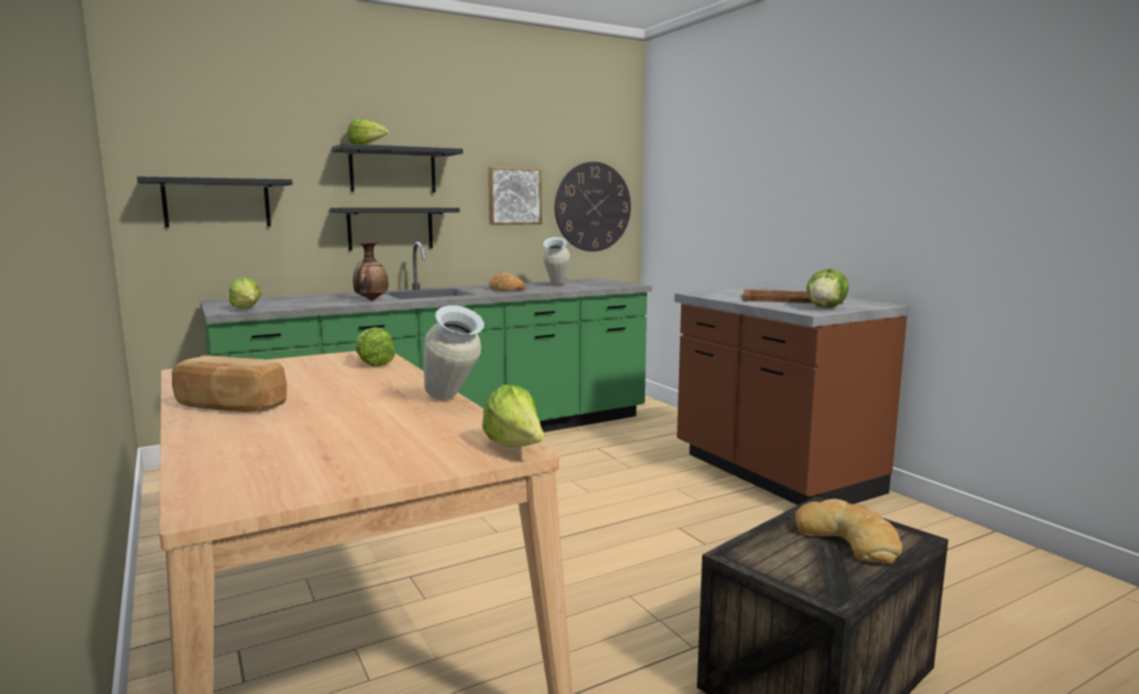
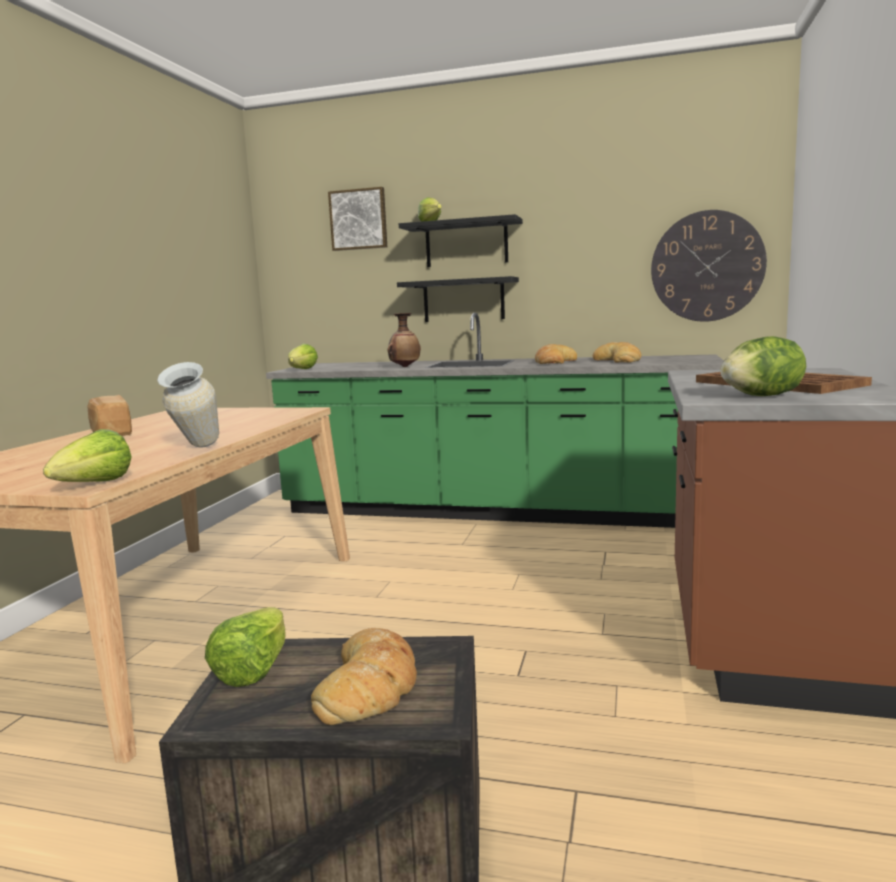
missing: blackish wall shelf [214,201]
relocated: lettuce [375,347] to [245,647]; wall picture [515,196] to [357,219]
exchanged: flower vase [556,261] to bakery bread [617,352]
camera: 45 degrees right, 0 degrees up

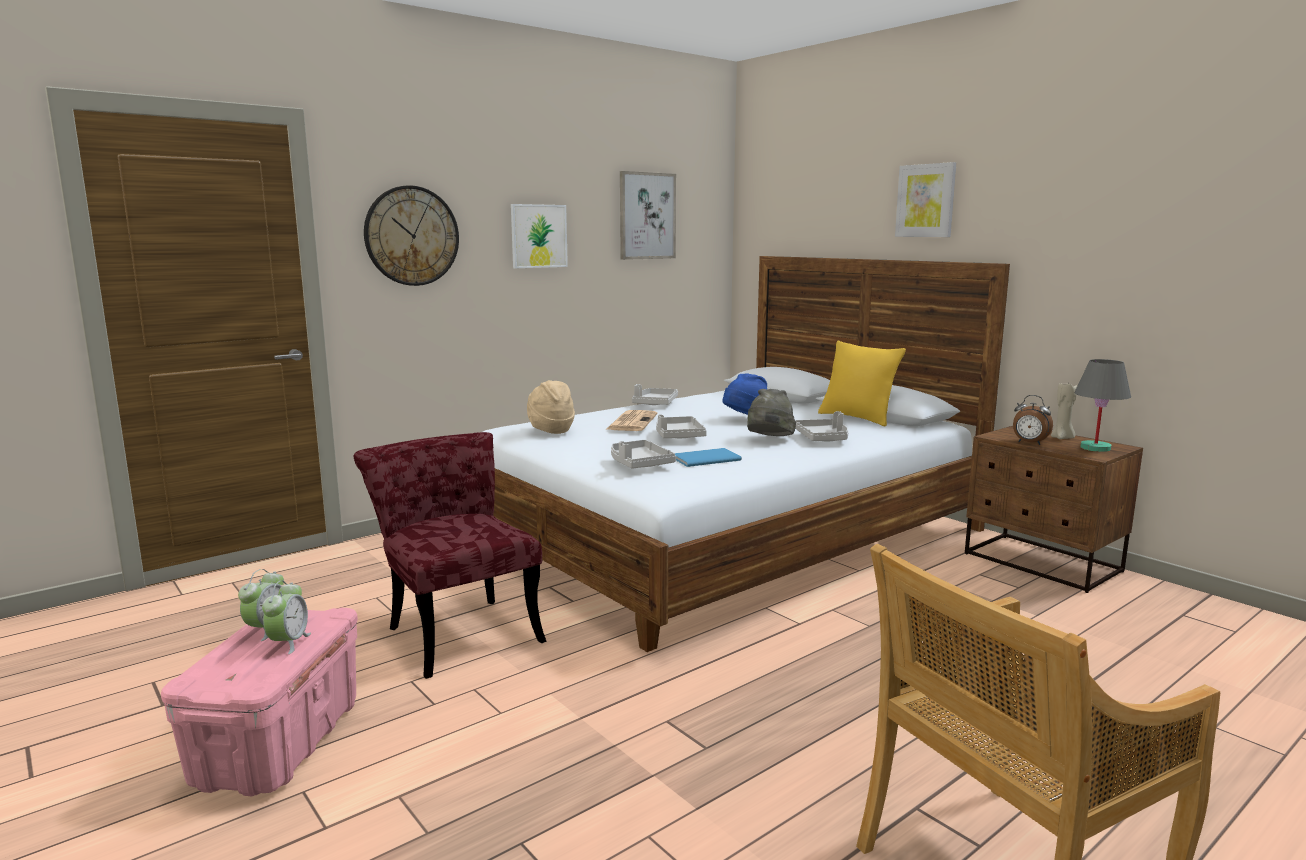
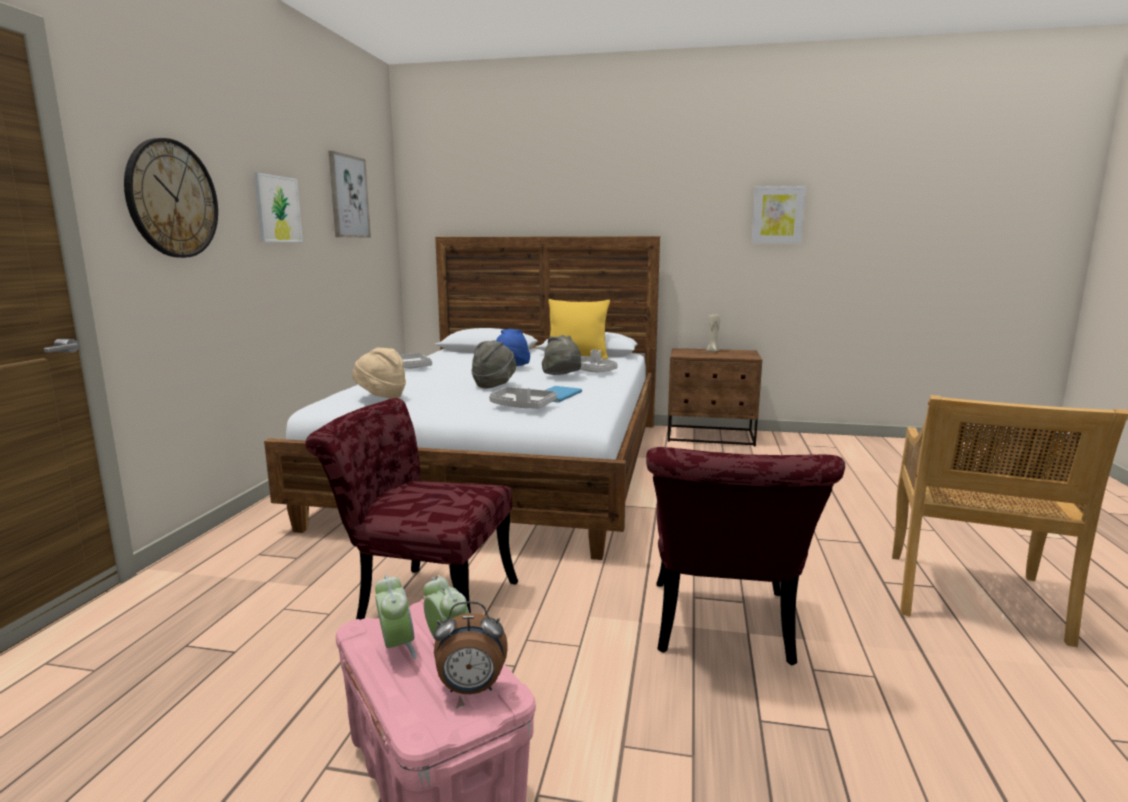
missing: newspaper [632,420]; grey lamp for a table [1102,405]
appeared: red upright chair [745,556]
relocated: wall picture [925,199] to [778,215]; bedside clock [1033,420] to [471,647]
exchanged: grey tray [681,426] to grey hat [493,364]
camera: 40 degrees left, 0 degrees up

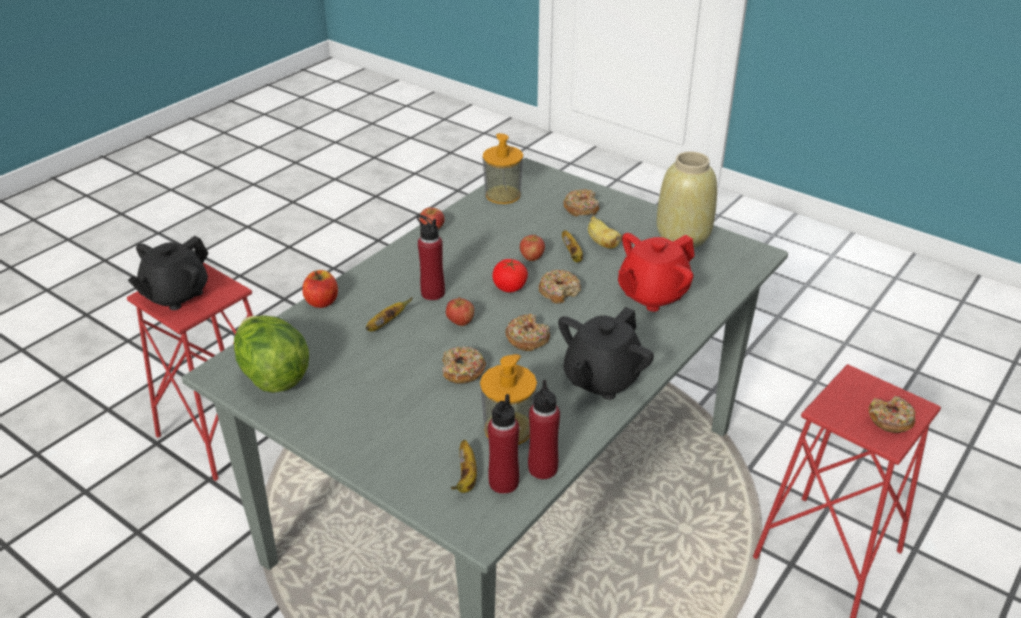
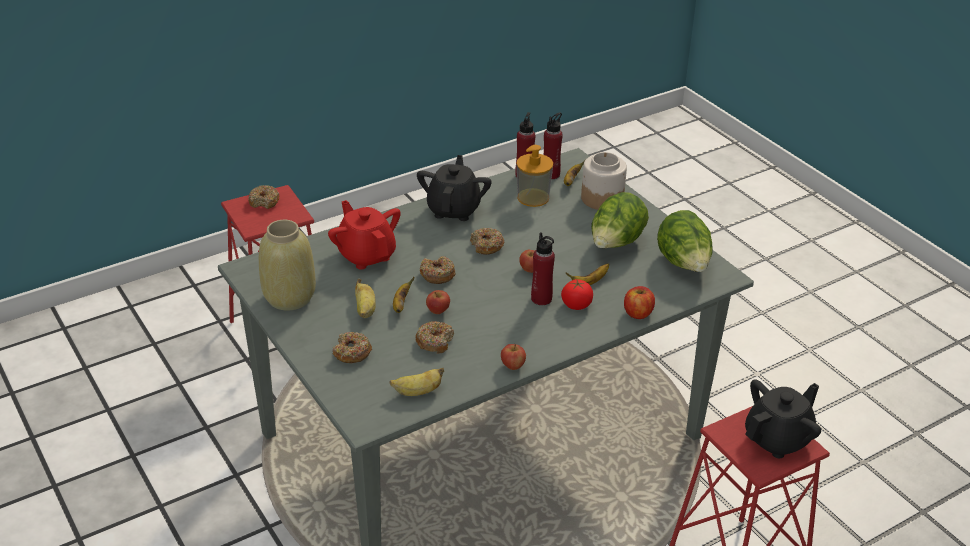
appeared: jar [604,181]; lettuce [620,220]
relocated: doughnut [464,365] to [434,337]; fresh tomato [510,275] to [577,294]
exchanged: liquid soap bottle [503,168] to banana [417,382]
spun: blackish pot for tea [606,353] = [454,188] 45 degrees counterclockwise; red pot for tea [656,272] = [364,235] 105 degrees counterclockwise
camera: 160 degrees left, 0 degrees up

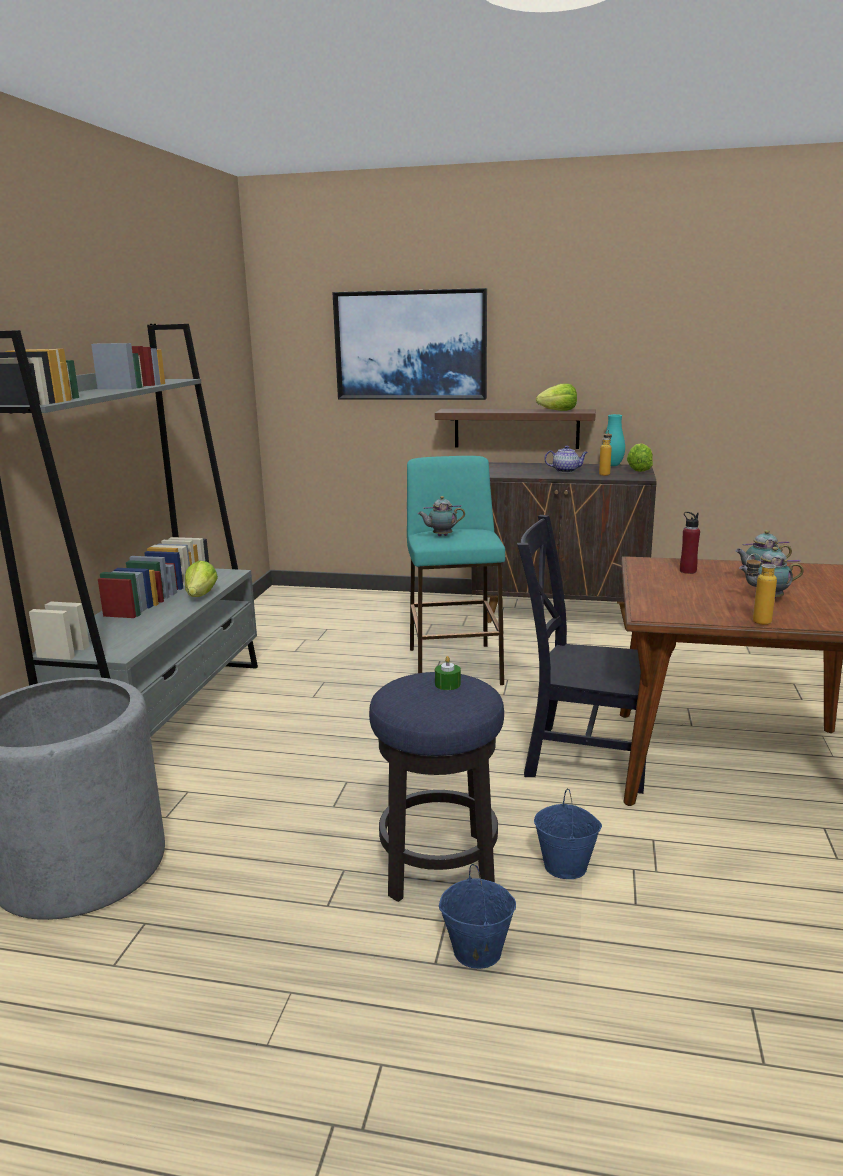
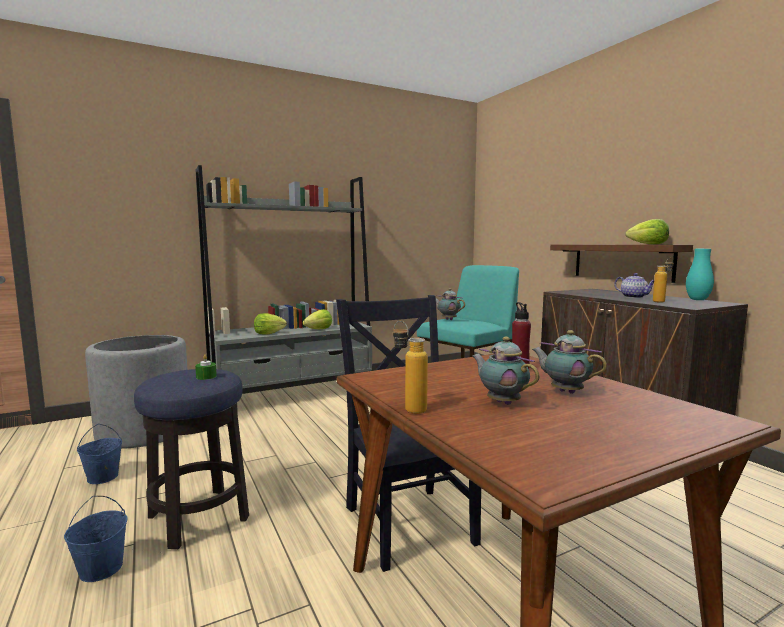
missing: wall picture [409,344]
relocated: bluish pail [568,834] to [99,454]; lettuce [640,457] to [270,323]
camera: 50 degrees right, 10 degrees down

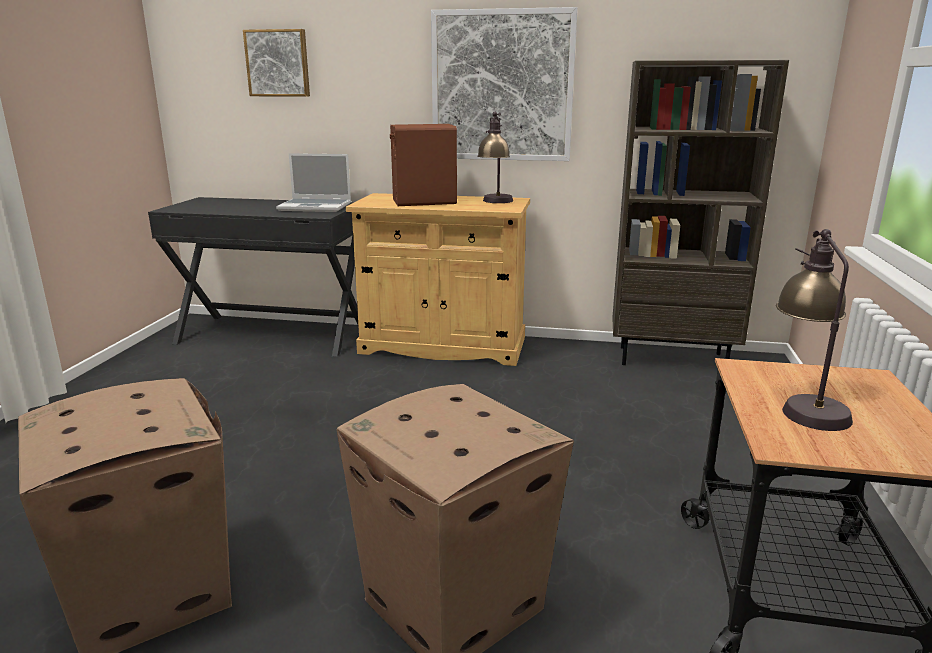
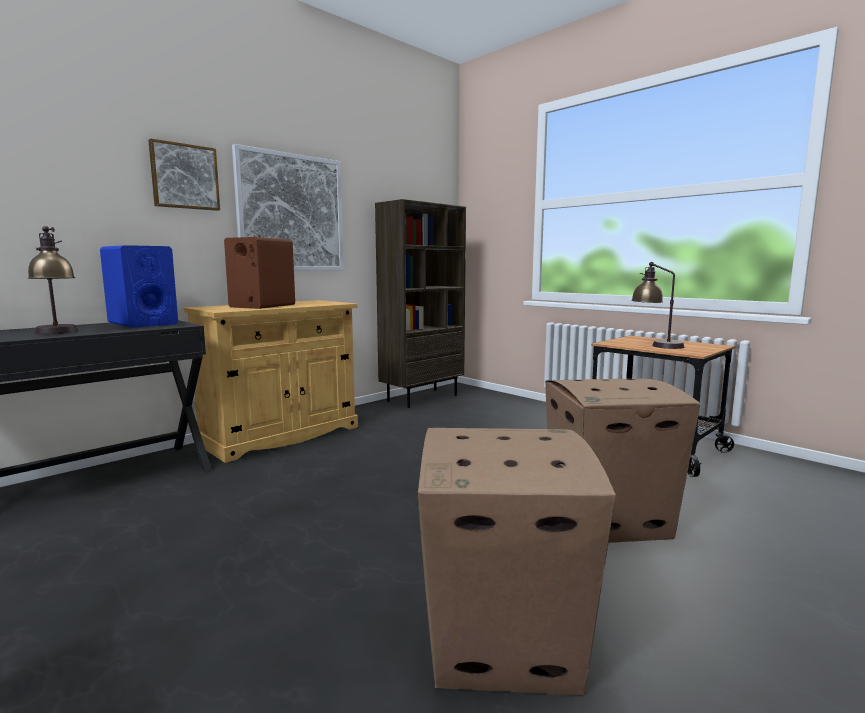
relocated: wall picture [276,63] to [184,175]; lamp for a table [495,157] to [53,280]
exchanged: notebook computer [313,182] to bluish audio speaker [139,286]
camera: 55 degrees left, 10 degrees down

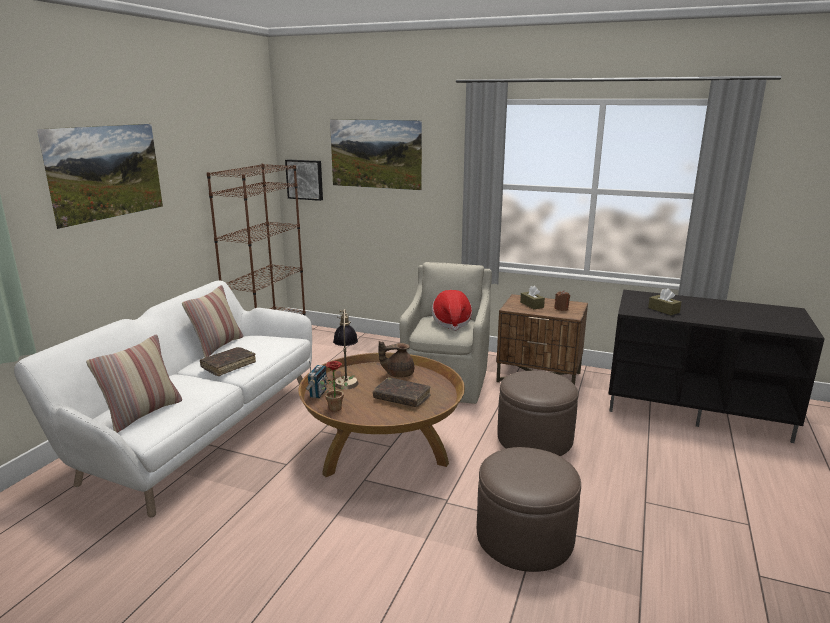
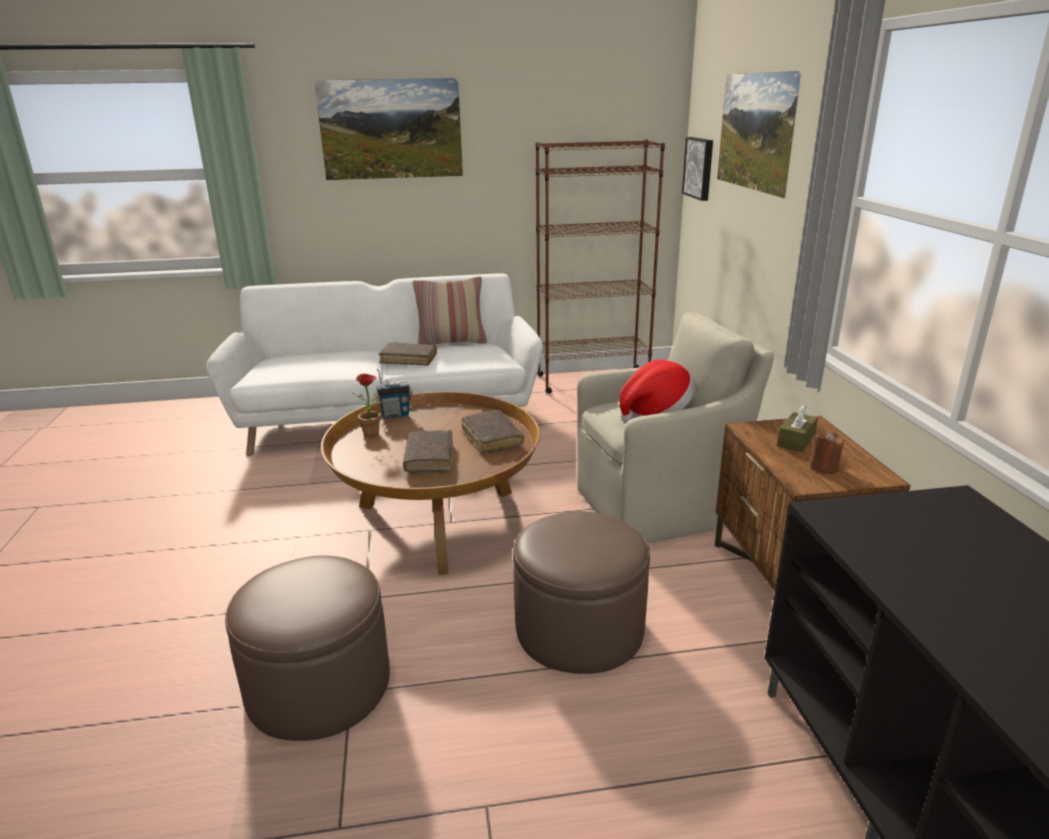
missing: pillow [134,384]; lamp for a table [345,349]; brown-coloured tissue box [664,301]
exchanged: brown-coloured pot for tea [396,359] to brown-coloured book [493,432]
camera: 60 degrees right, 5 degrees up

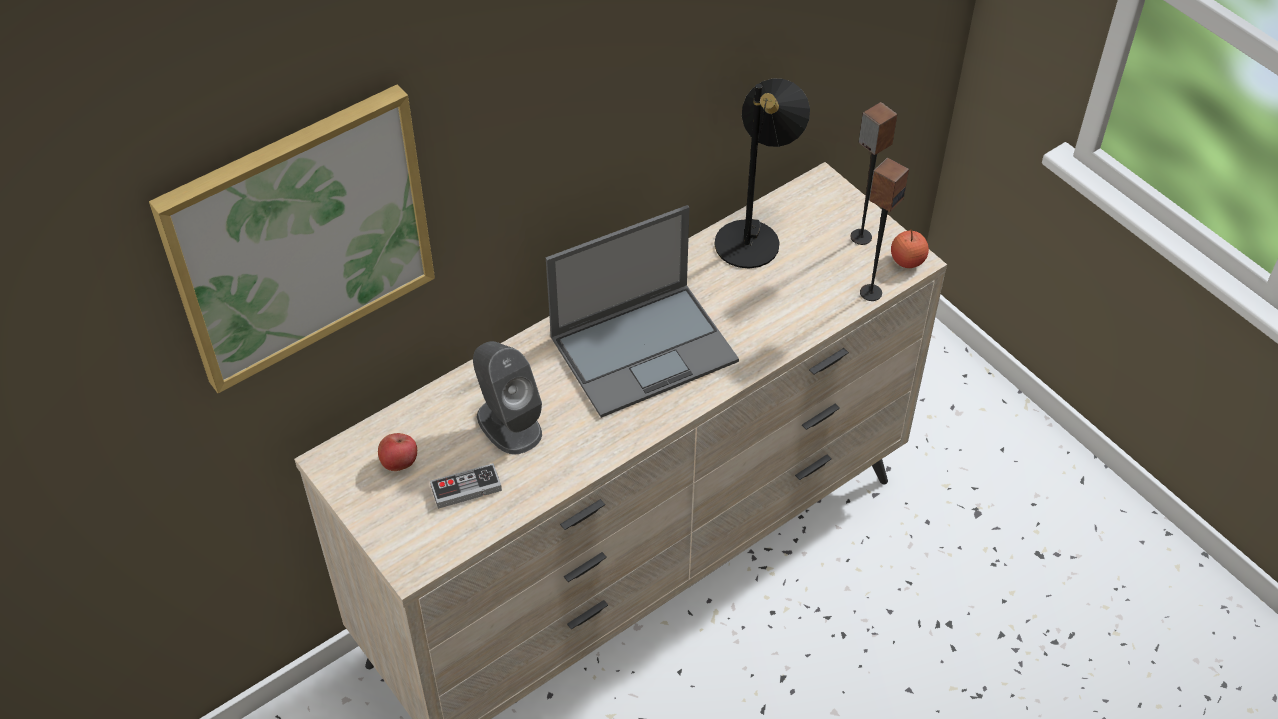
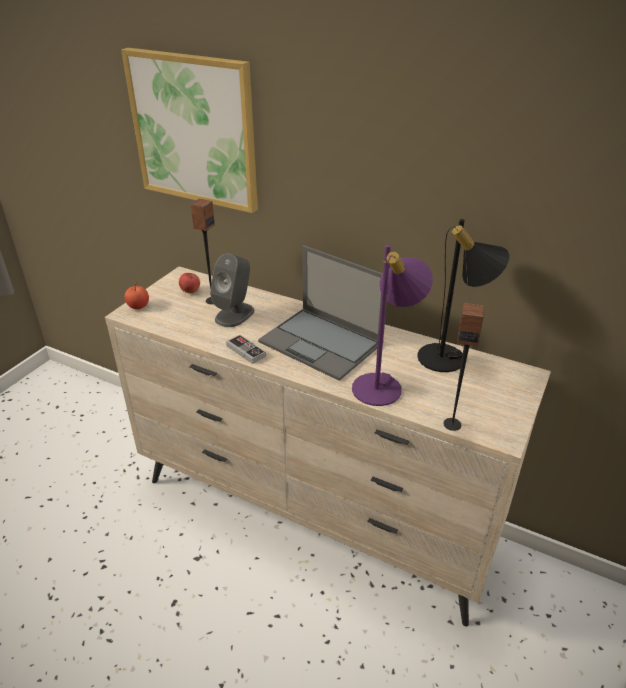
appeared: purple lamp for a table [392,325]
relocated: game controller [466,486] to [246,349]; audio speaker [874,173] to [202,251]; apple fruit [910,248] to [137,296]
camera: 65 degrees right, 15 degrees down

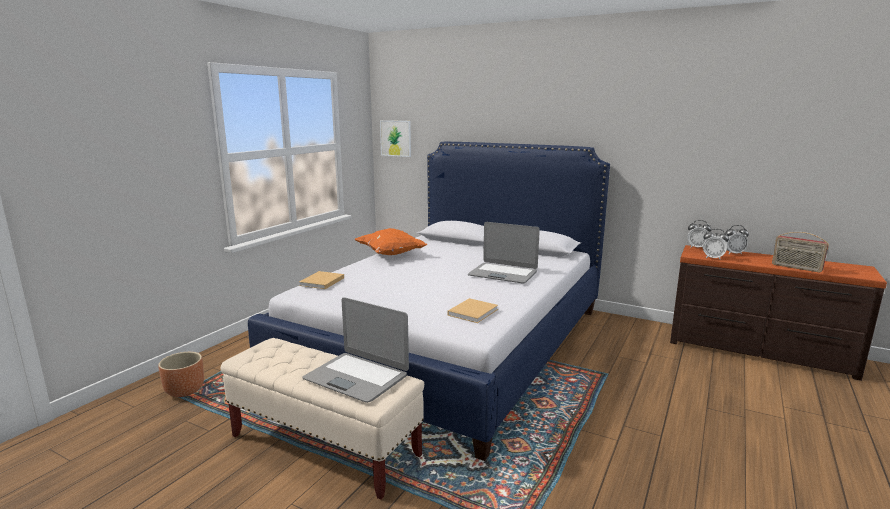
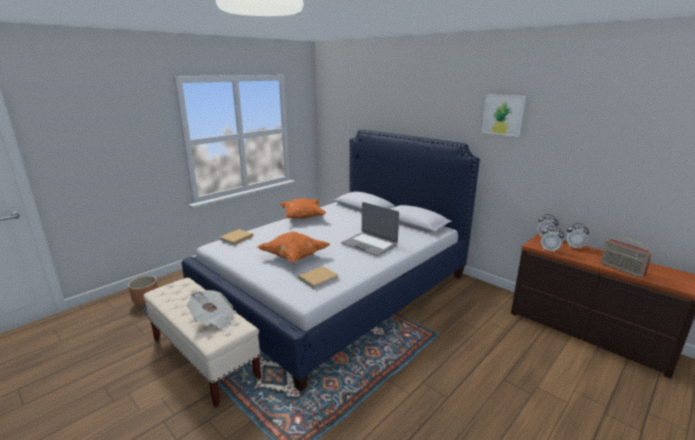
appeared: orange pillow [294,247]
relocated: wall picture [395,138] to [504,115]
exchanged: notebook computer [355,350] to newspaper [211,310]
camera: 15 degrees right, 5 degrees up

